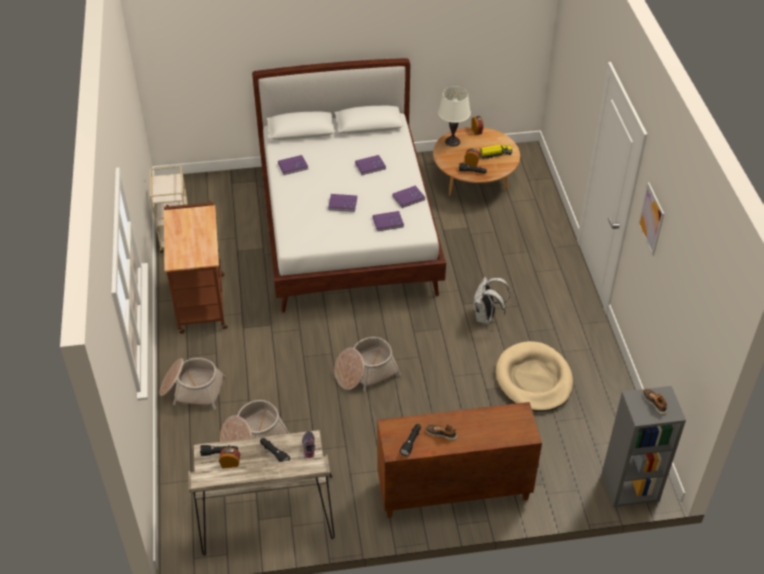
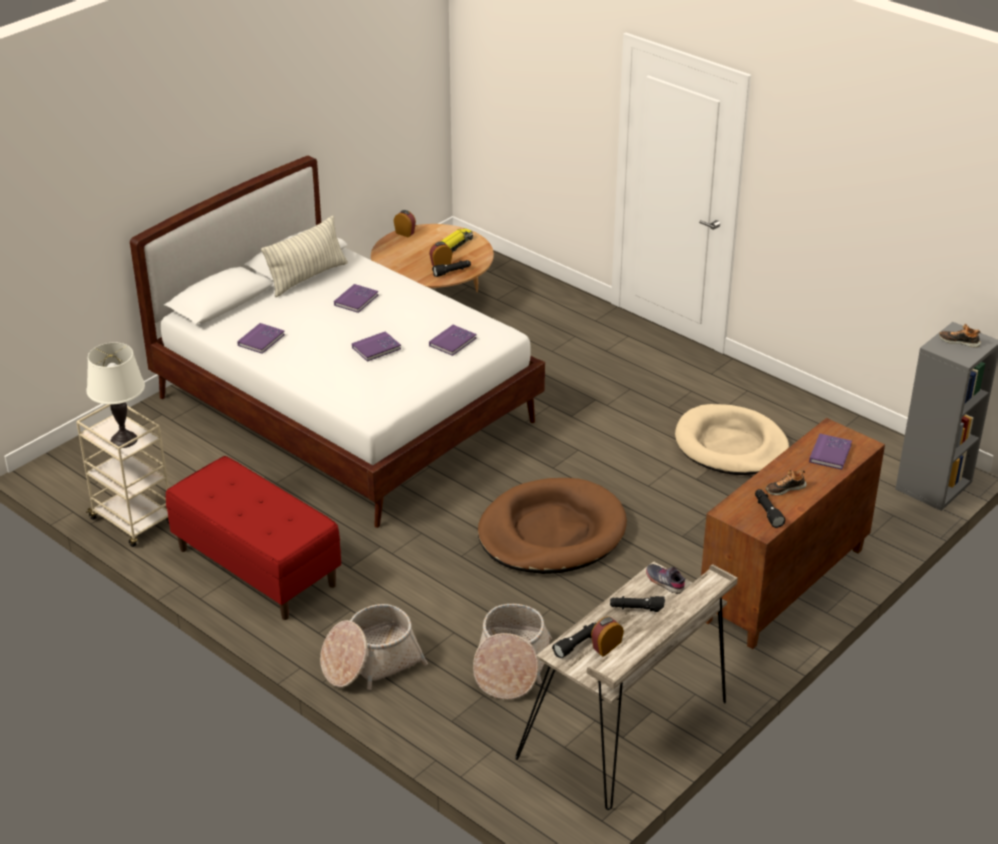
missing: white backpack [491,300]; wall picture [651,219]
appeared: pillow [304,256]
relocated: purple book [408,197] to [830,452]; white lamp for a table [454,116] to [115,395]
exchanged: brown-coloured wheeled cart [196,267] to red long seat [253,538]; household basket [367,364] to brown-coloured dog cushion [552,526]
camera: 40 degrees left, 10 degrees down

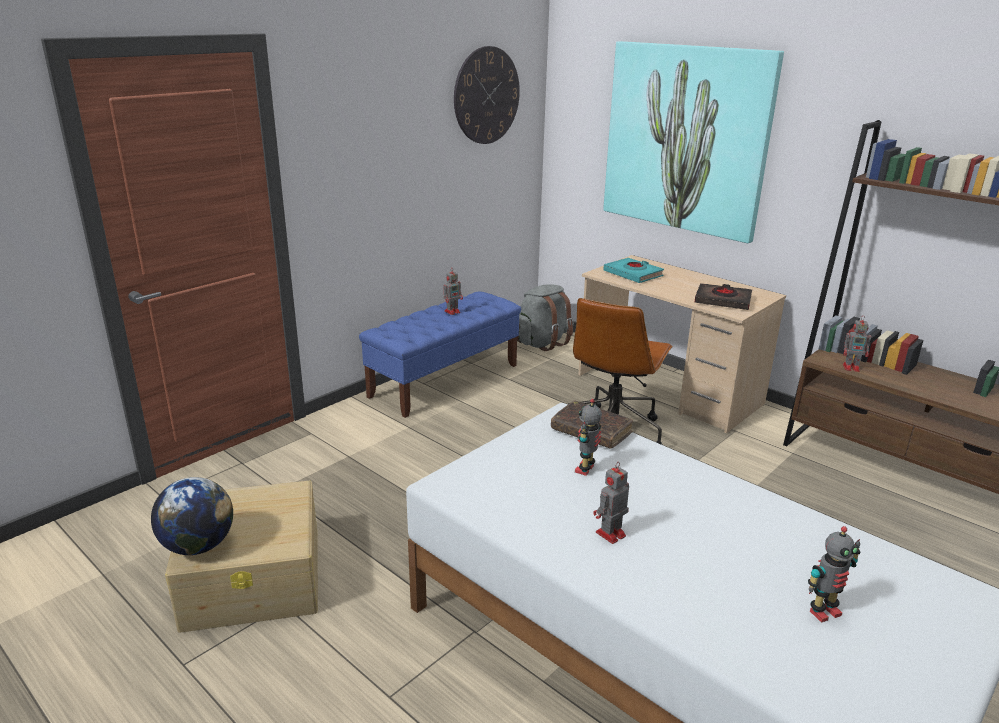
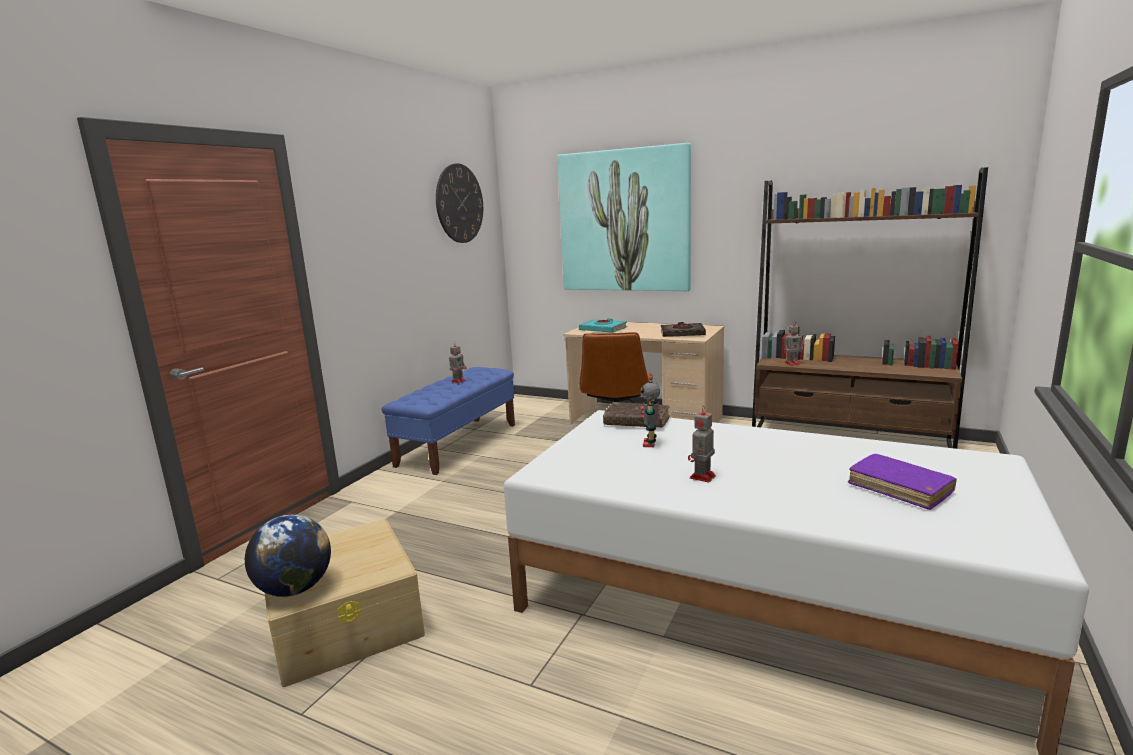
missing: grey backpack [545,317]
exchanged: model robot [834,574] to purple book [902,482]
camera: 15 degrees left, 10 degrees down

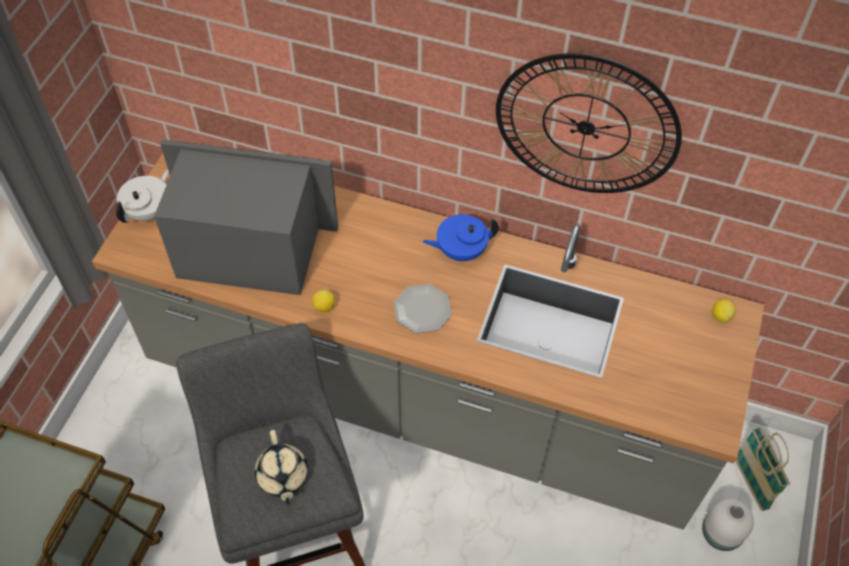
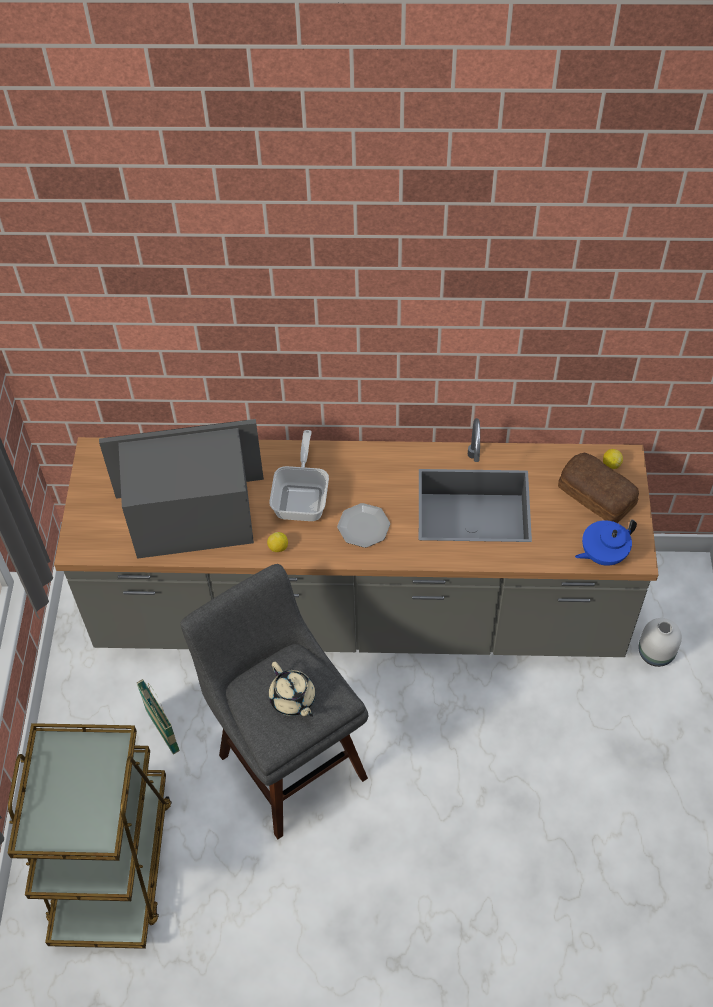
missing: white pot for tea [142,196]; hanging clock [589,123]
appeared: pan [299,475]; bakery bread [598,487]
relocated: bluish pot for tea [461,237] to [606,542]; household basket [763,468] to [158,717]
camera: 15 degrees left, 0 degrees up

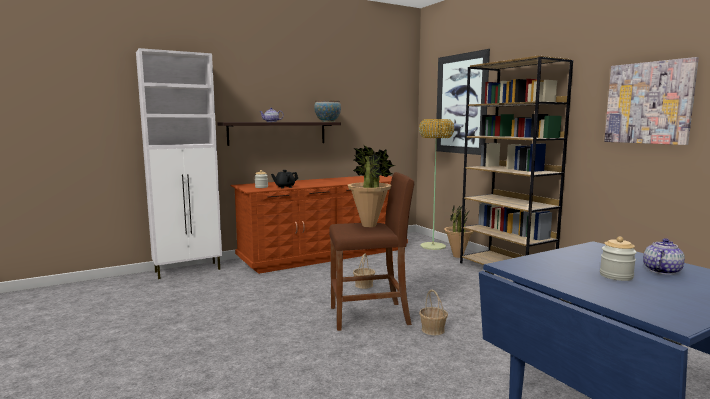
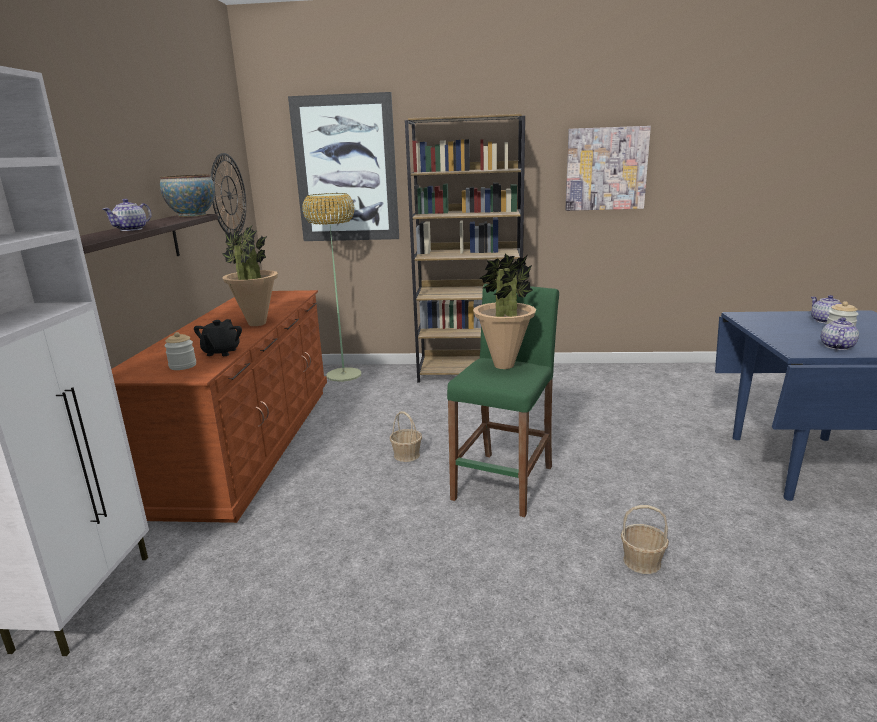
appeared: hanging clock [228,194]; pot for tea [840,333]
relocated: household basket [433,312] to [645,539]; plant in a pot [459,231] to [250,275]
colour: brown-coloured stool seat [371,251] to green stool seat [503,400]
camera: 55 degrees left, 10 degrees up

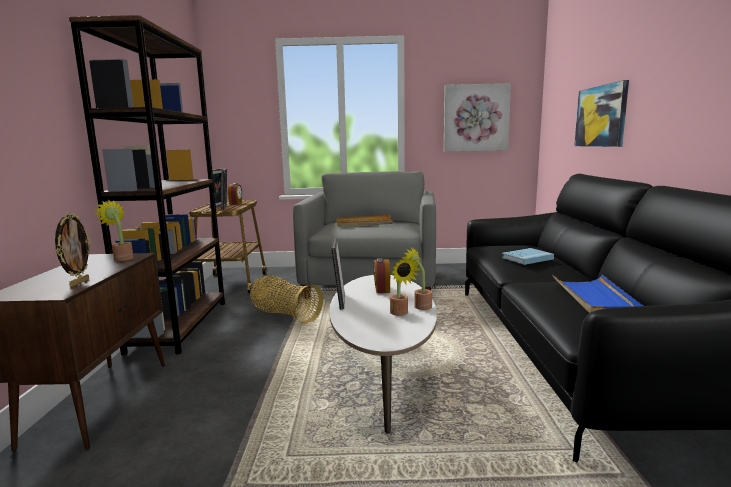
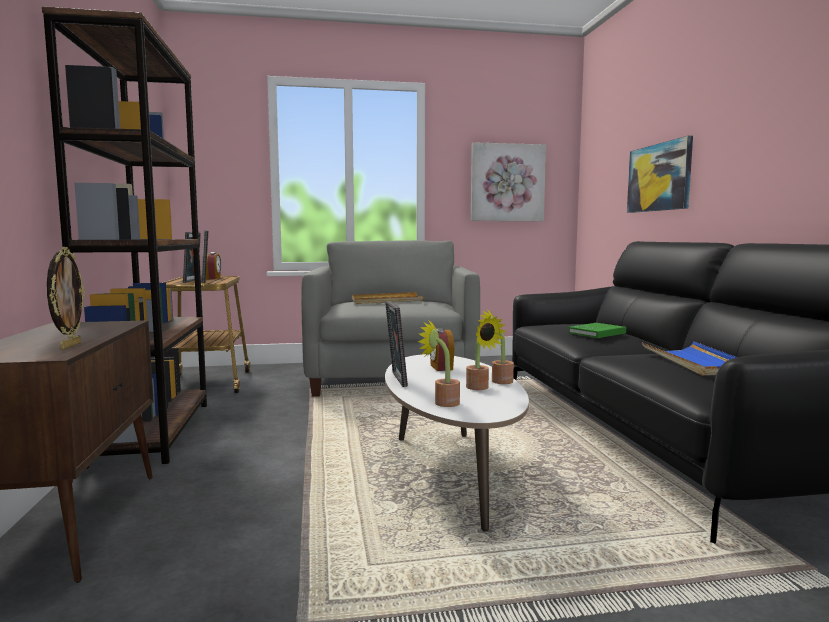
missing: household basket [286,299]
relocated: plant in a pot [114,230] to [439,363]
colour: bluish book [528,256] to green book [597,330]
camera: 10 degrees left, 5 degrees down

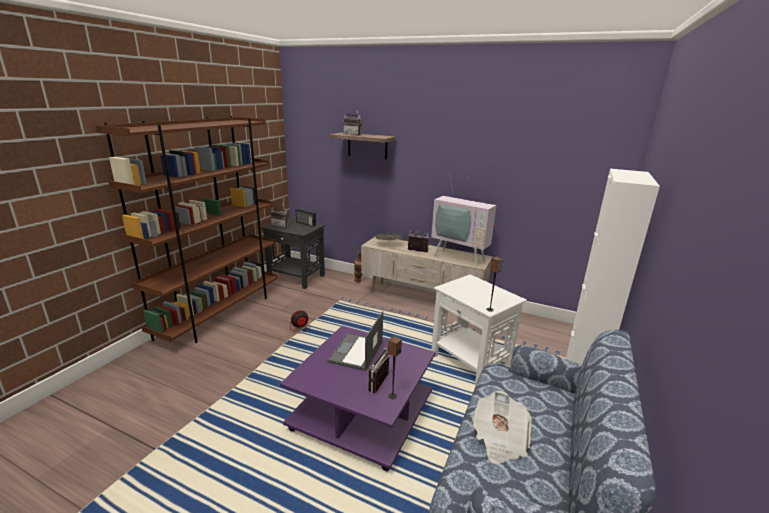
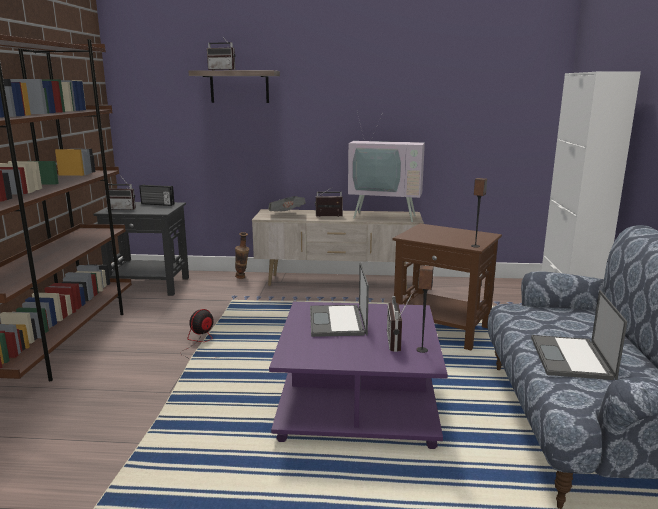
exchanged: newspaper [502,427] to notebook computer [579,335]
colour: white side table [479,330] to brown-coloured side table [447,287]
camera: 20 degrees left, 5 degrees down

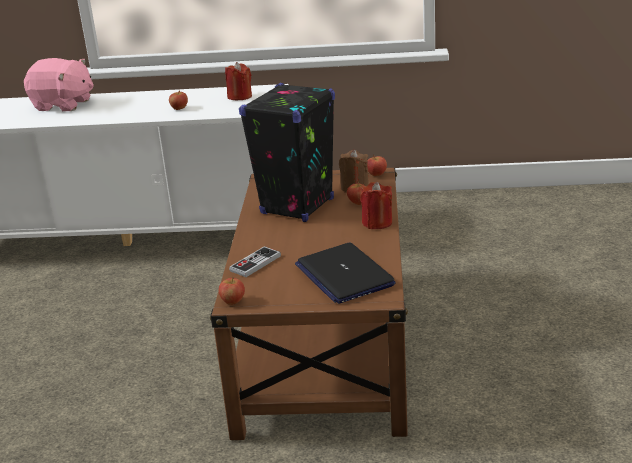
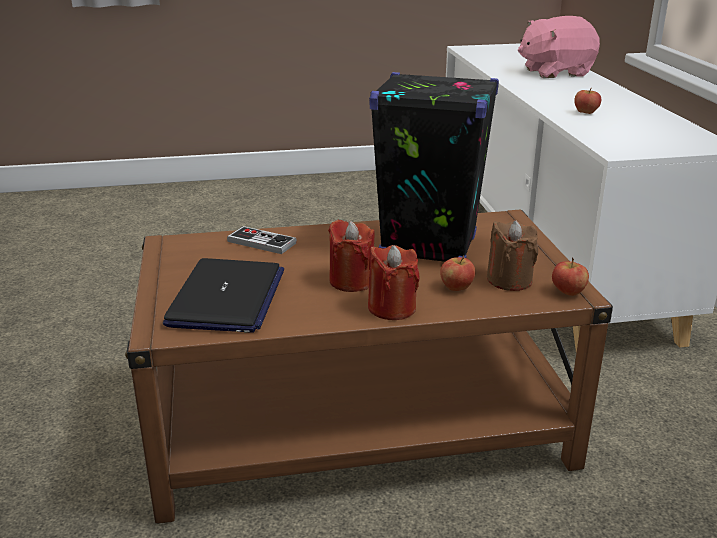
missing: apple fruit [232,290]
relocated: red wax candle [238,81] to [351,255]
spun: pink-coloured soft toy [59,84] = [559,47] 75 degrees clockwise; notebook computer [345,273] = [223,295] 135 degrees clockwise
camera: 75 degrees right, 0 degrees up

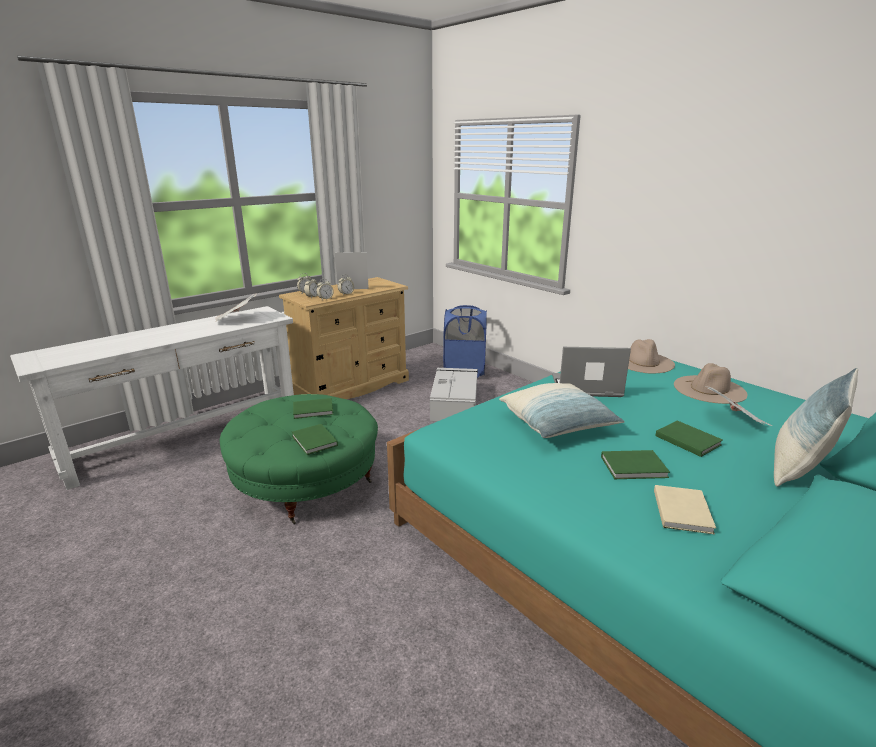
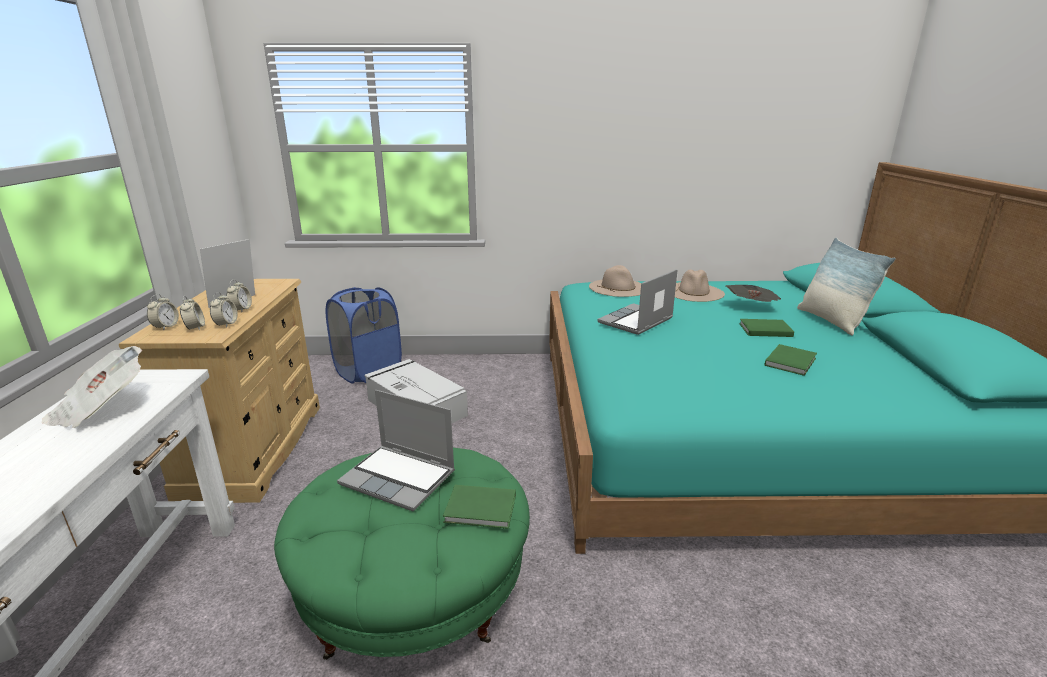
missing: pillow [562,410]; beige book [685,509]
exchanged: green book [313,408] to notebook computer [396,451]
camera: 50 degrees left, 0 degrees up

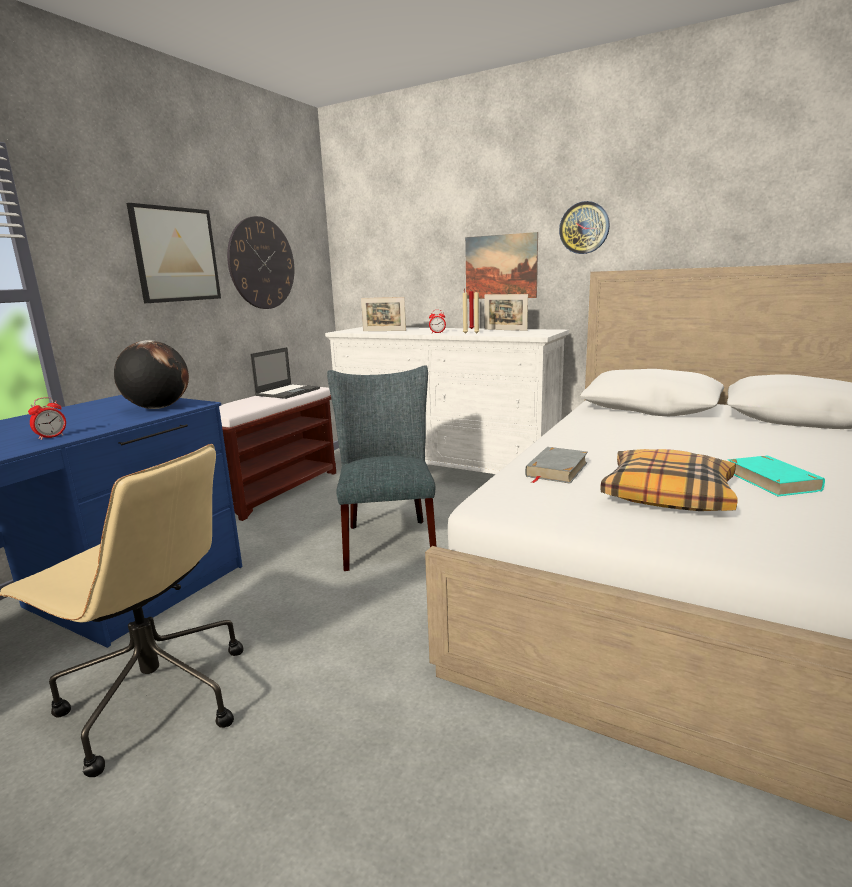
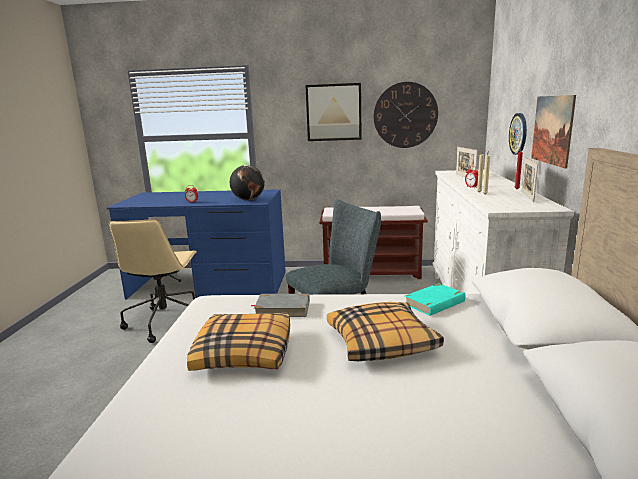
missing: notebook computer [285,373]
appeared: pillow [385,331]
relocated: hanging clock [584,227] to [518,134]; turquoise-coloured book [776,475] to [435,299]
camera: 65 degrees right, 0 degrees up

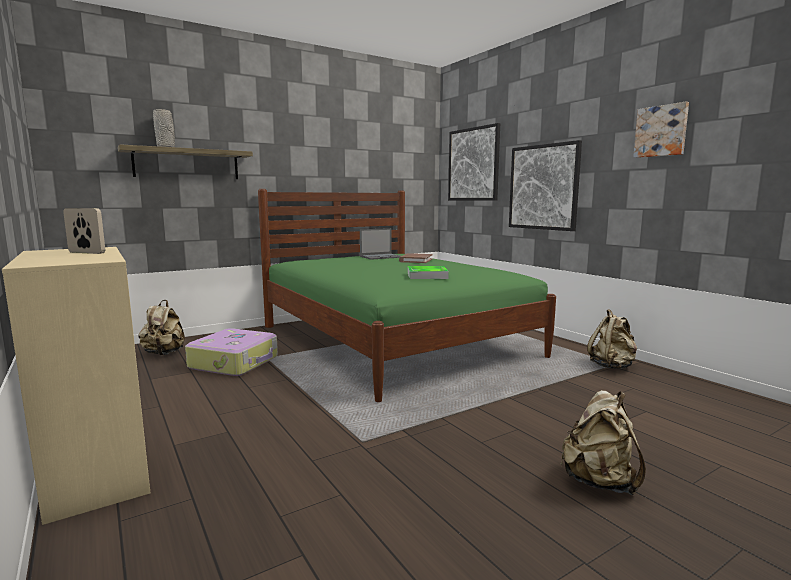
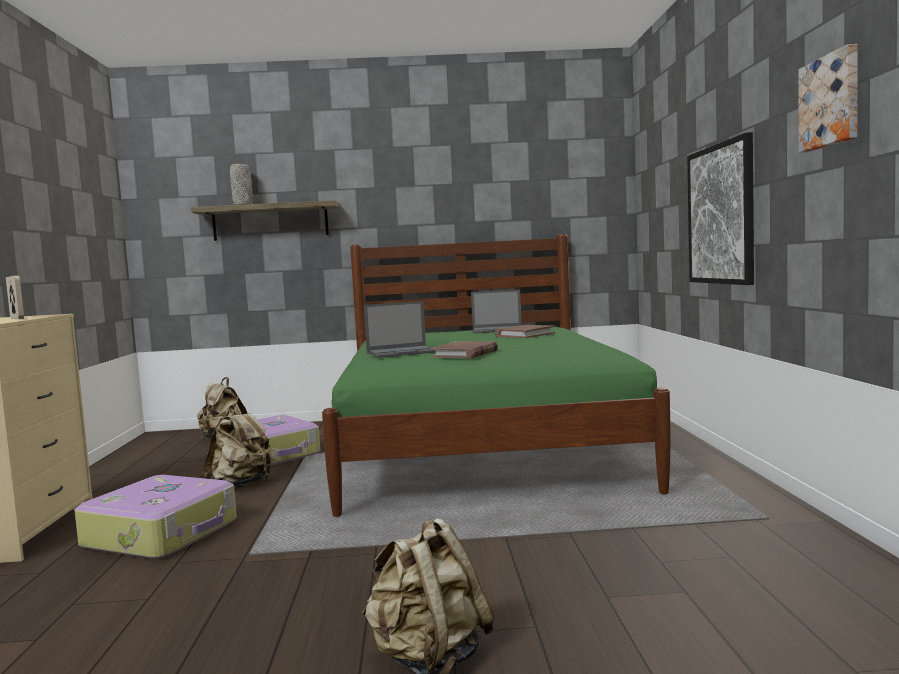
missing: wall picture [474,162]
appeared: suitcase [156,517]; notebook computer [400,329]
relocated: beige backpack [612,339] to [239,446]
exchanged: tray [428,272] to brown-coloured book [464,349]
camera: 30 degrees right, 5 degrees down

